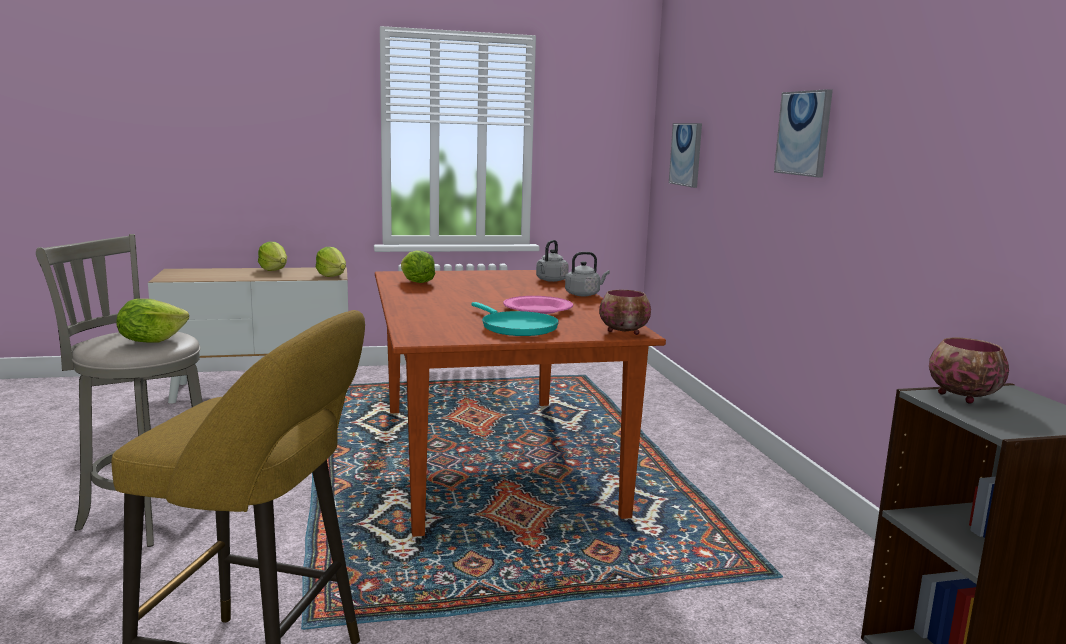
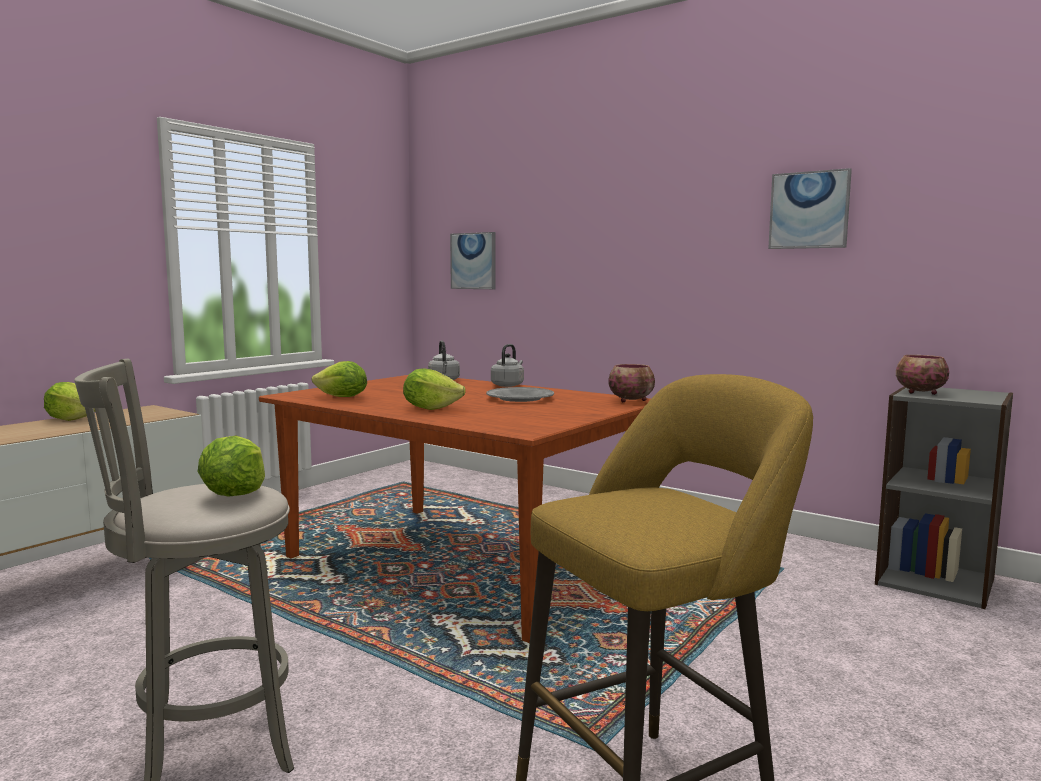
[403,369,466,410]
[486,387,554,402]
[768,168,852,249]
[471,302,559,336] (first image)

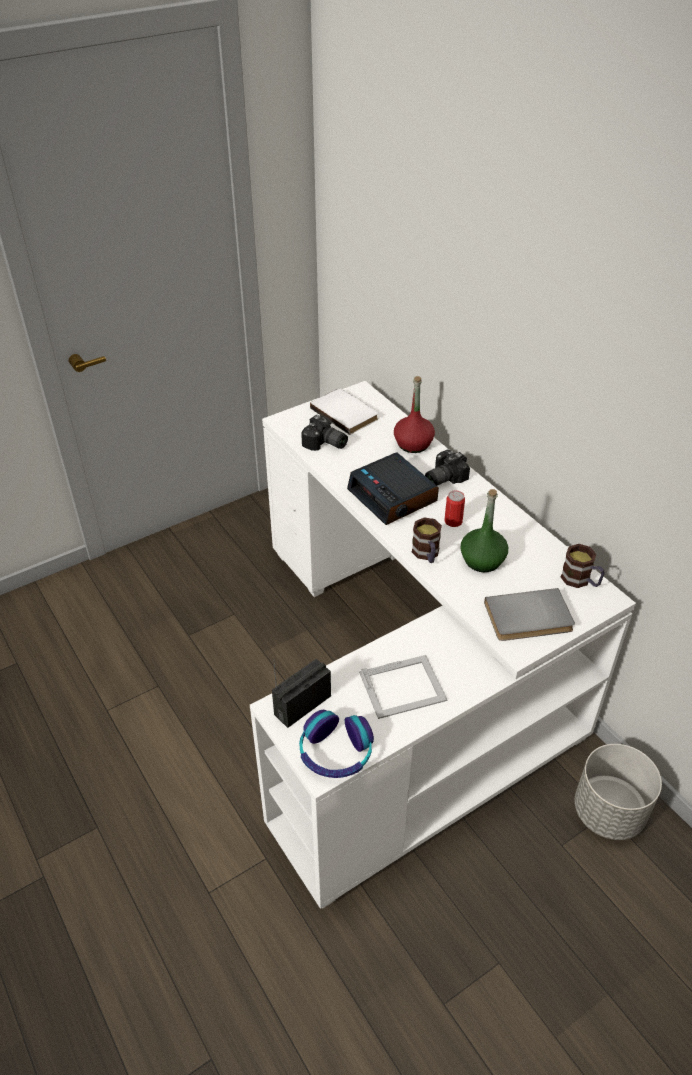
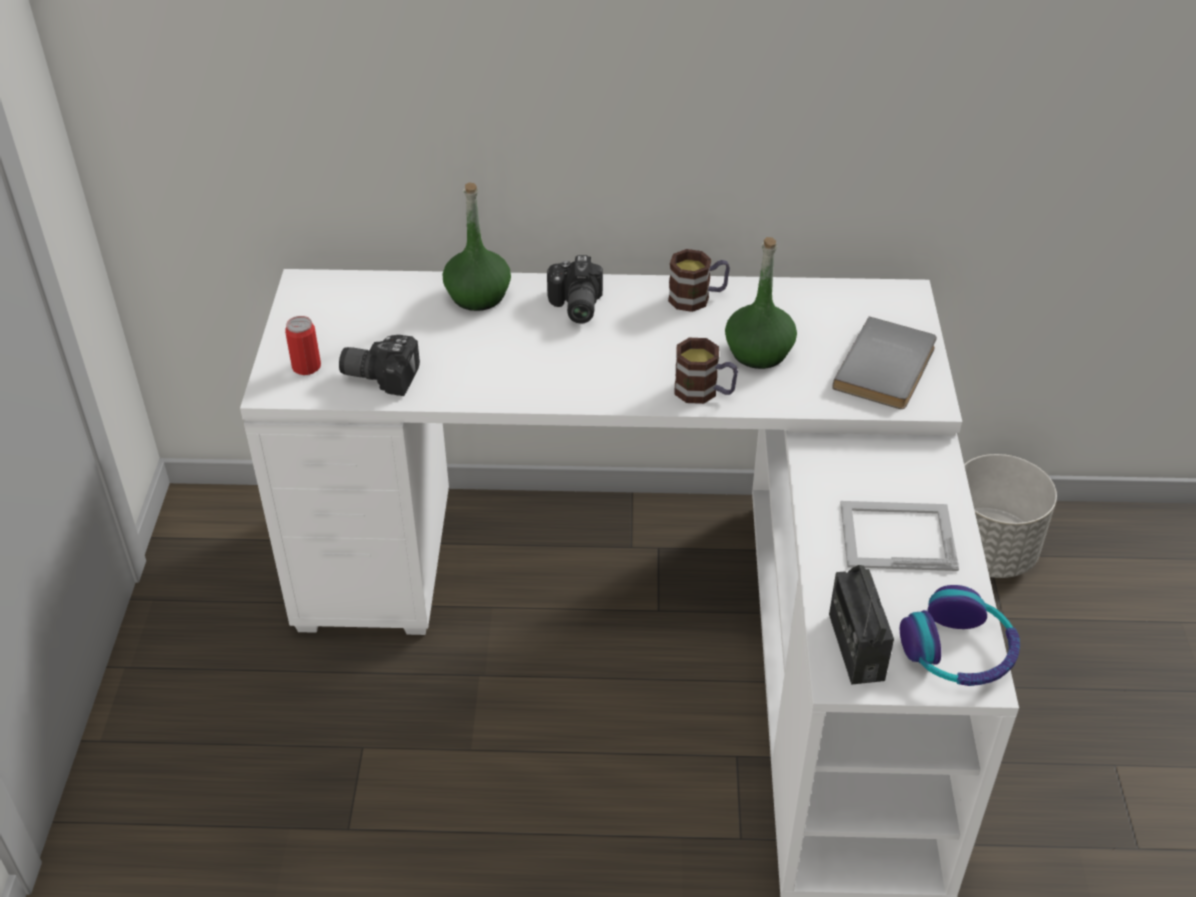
[285,316,321,375]
[339,335,420,396]
[443,182,511,311]
[668,249,730,312]
[840,501,959,571]
[310,388,378,435] (first image)
[347,453,439,525] (first image)

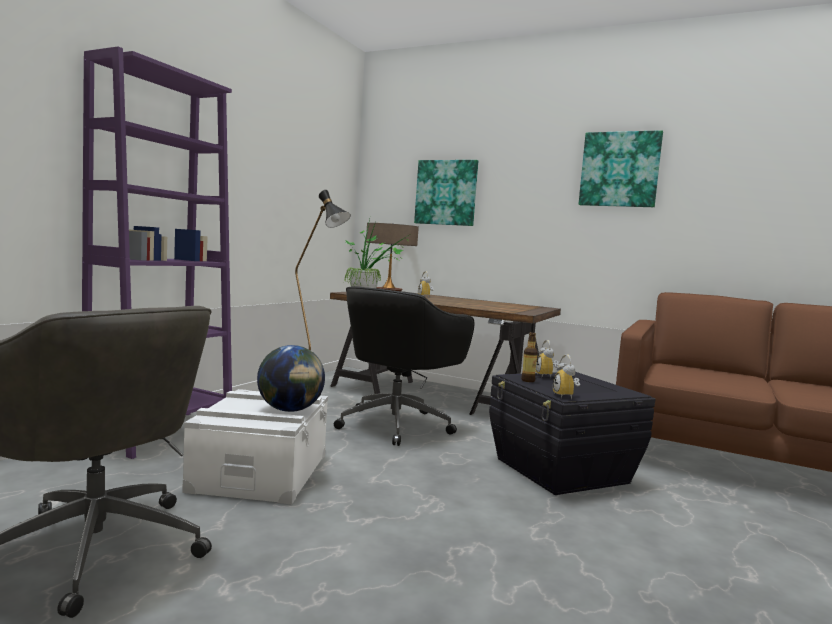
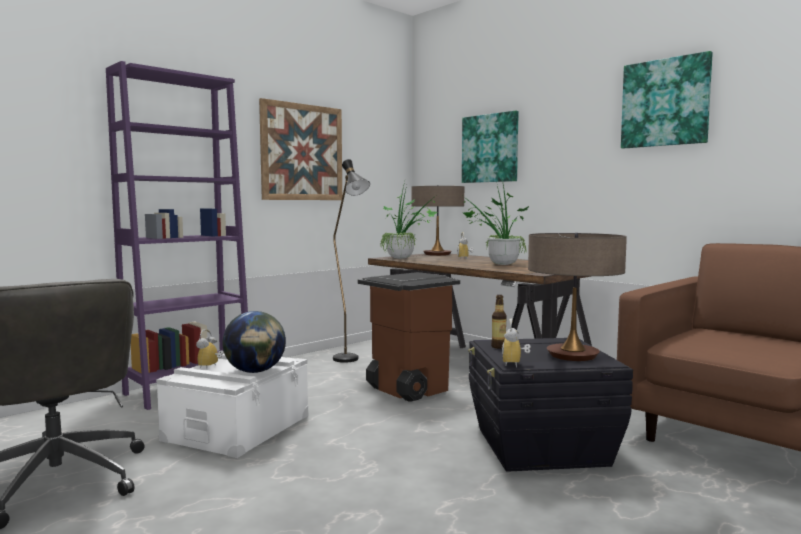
[196,329,224,369]
[259,98,342,200]
[358,272,460,402]
[463,179,529,265]
[528,233,627,361]

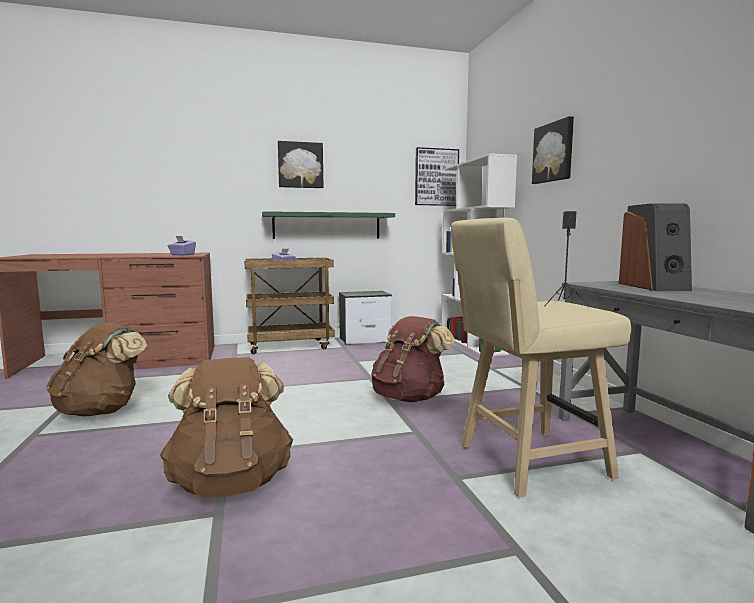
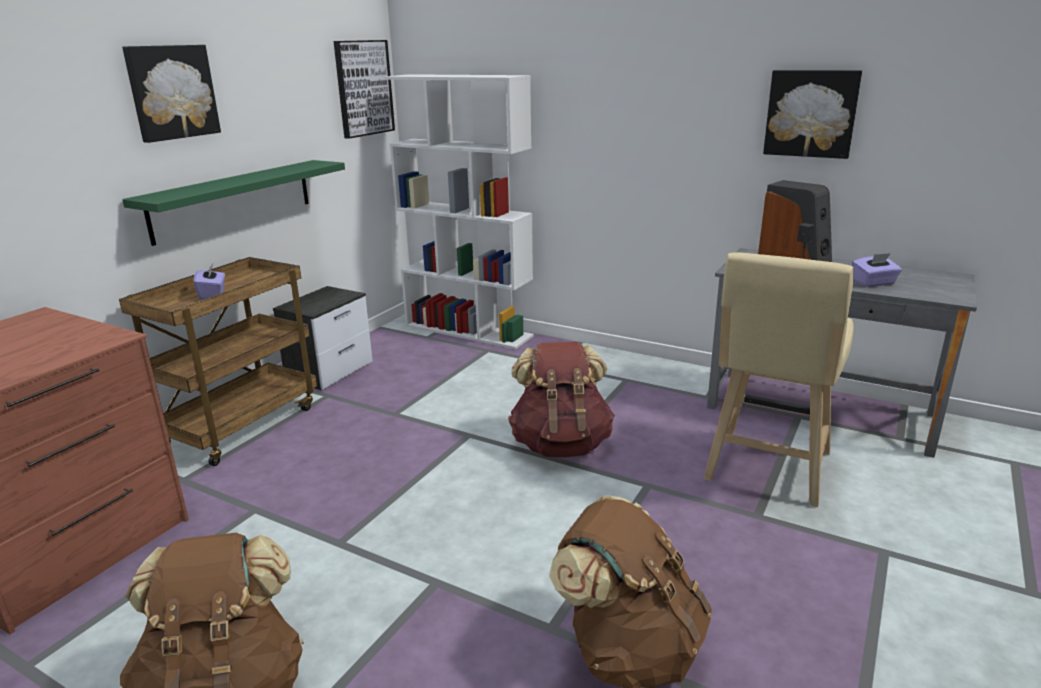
[763,70,862,159]
[852,253,902,287]

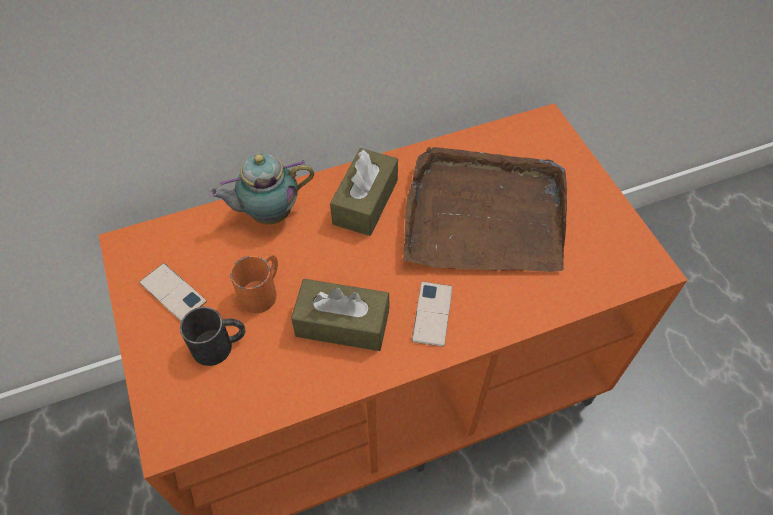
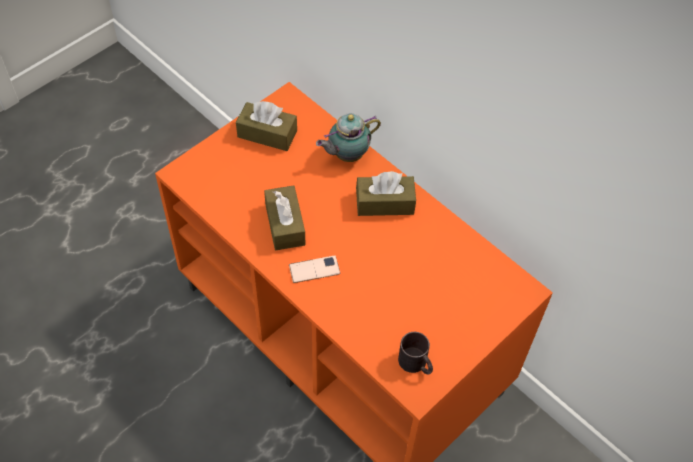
[236,101,297,151]
[316,113,381,162]
[398,332,433,375]
[230,254,278,313] (first image)
[403,147,567,272] (first image)

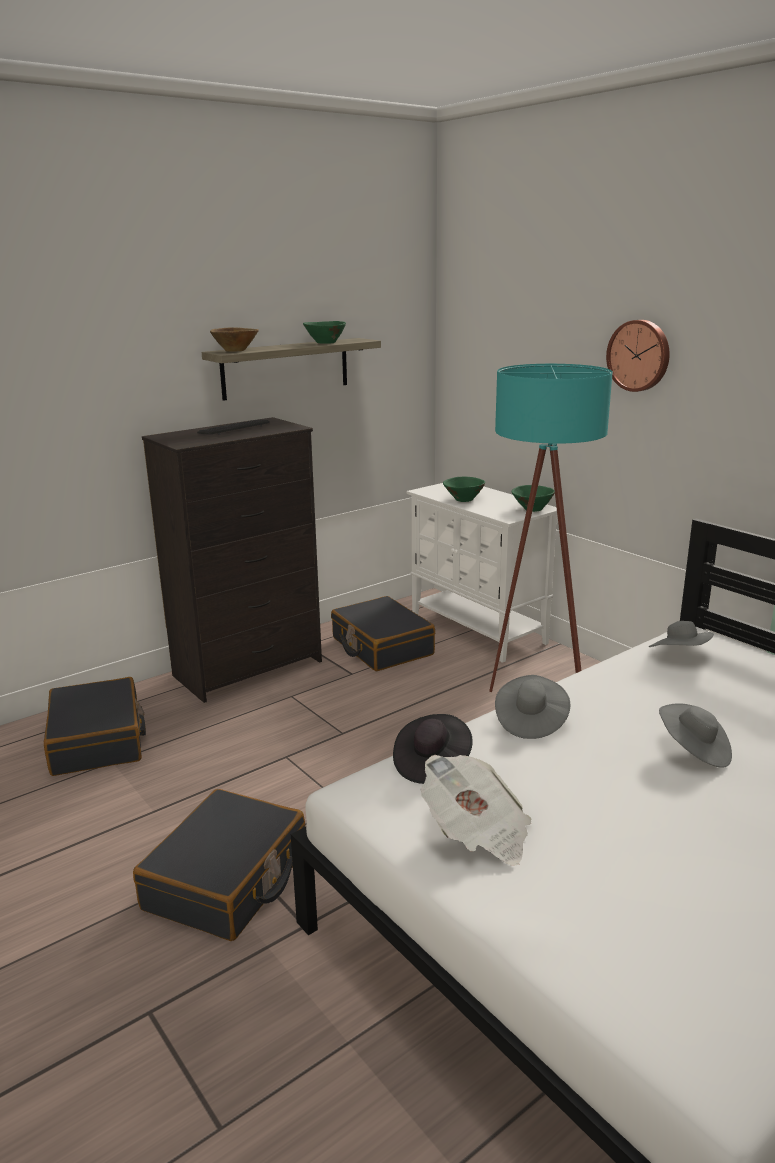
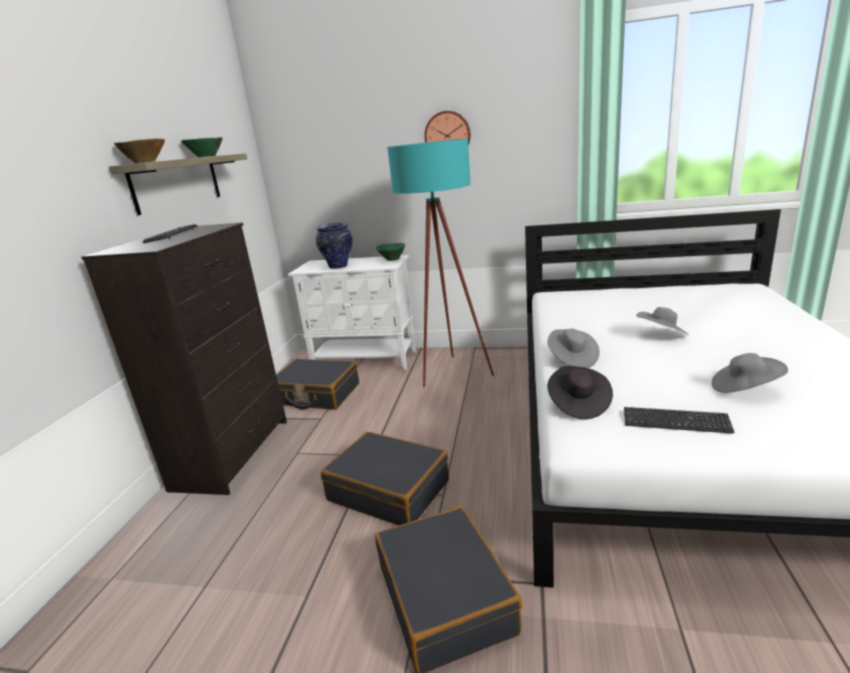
[316,223,353,269]
[321,432,449,526]
[624,407,734,434]
[712,353,788,393]

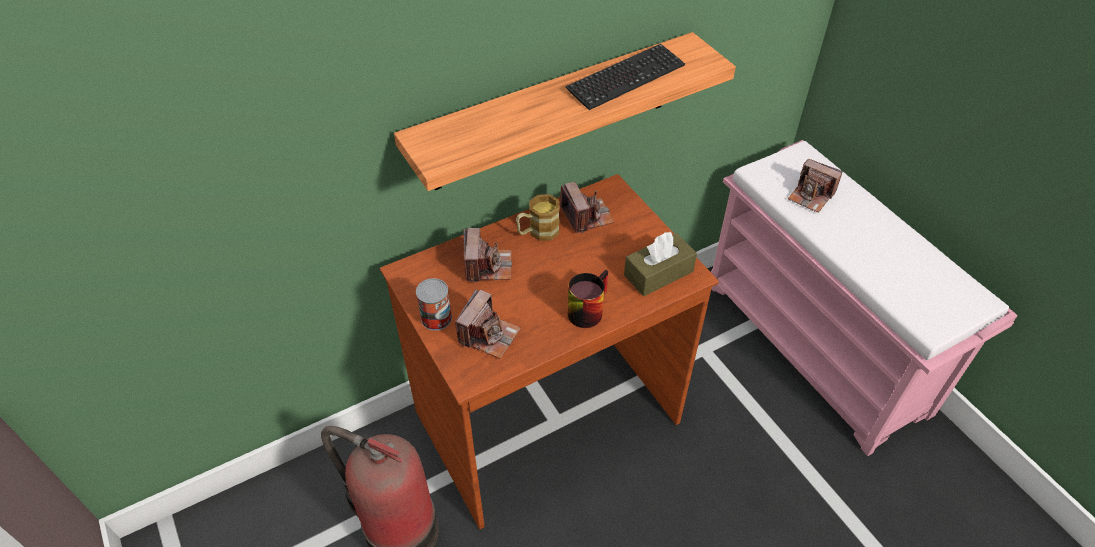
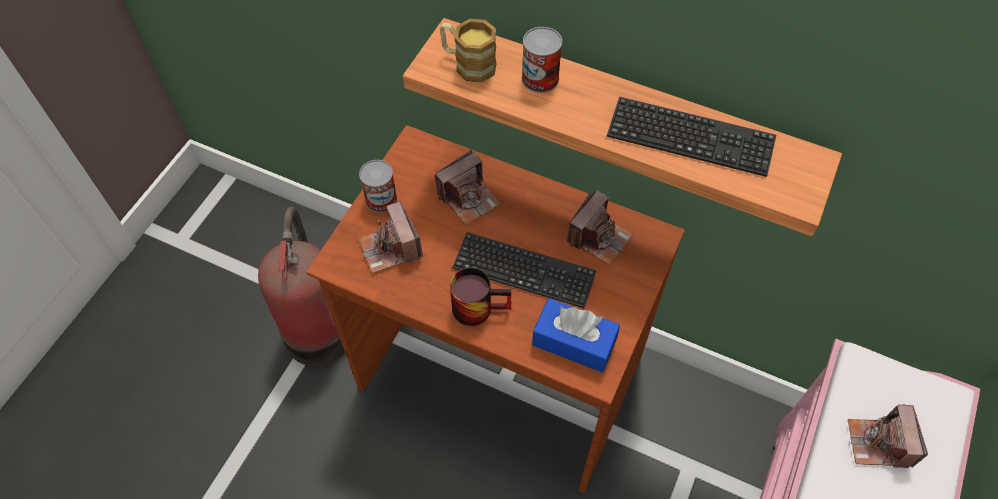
[359,201,423,274]
[440,19,496,83]
[452,232,597,308]
[522,27,562,93]
[532,298,620,373]

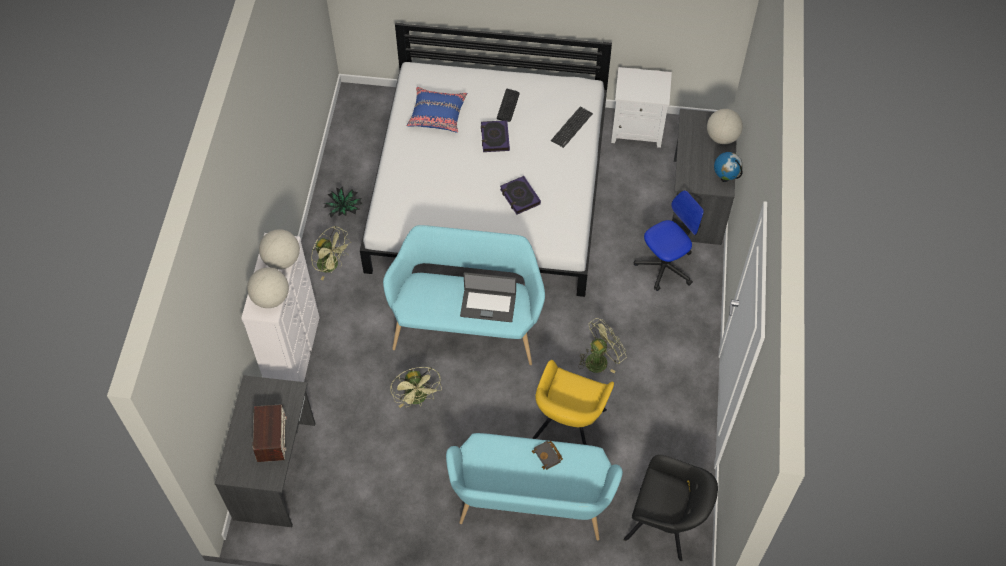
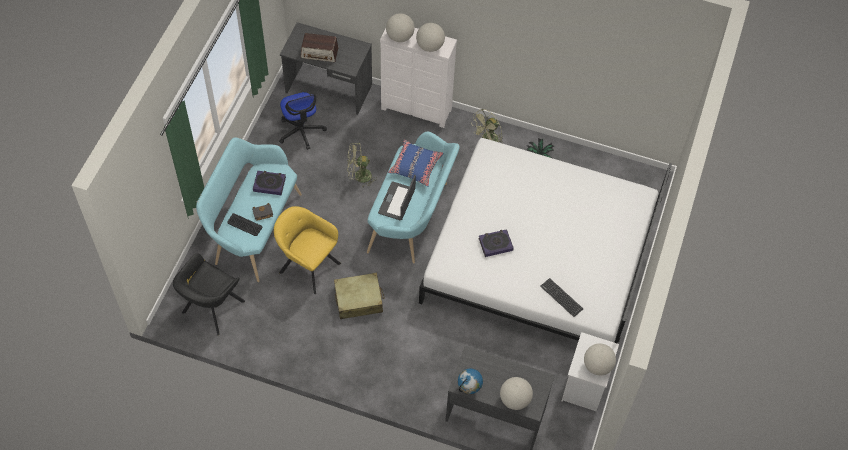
[227,213,263,236]
[253,171,286,195]
[279,92,327,150]
[334,273,385,319]
[388,140,444,187]
[584,343,616,375]

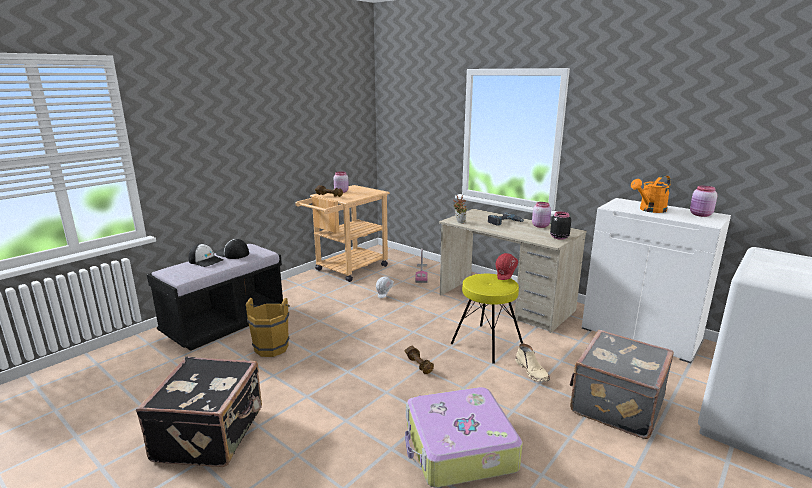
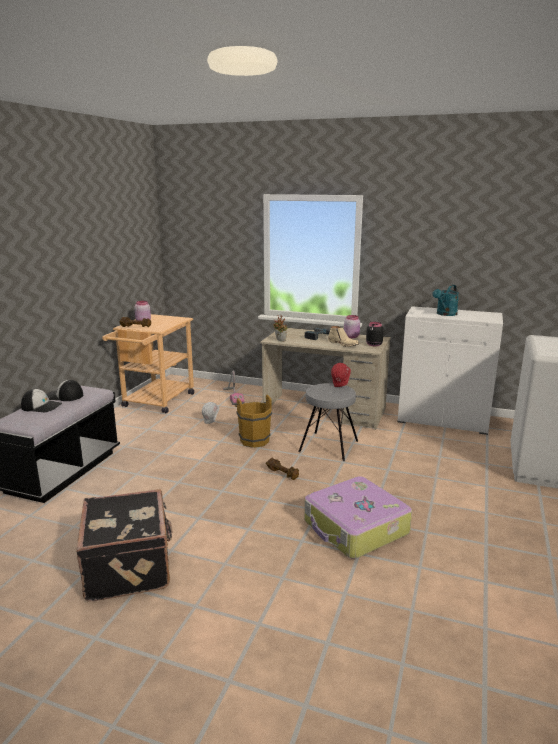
[235,394,272,448]
[298,383,358,461]
[328,326,359,347]
[432,285,459,316]
[570,330,674,439] (first image)
[690,186,717,217] (first image)

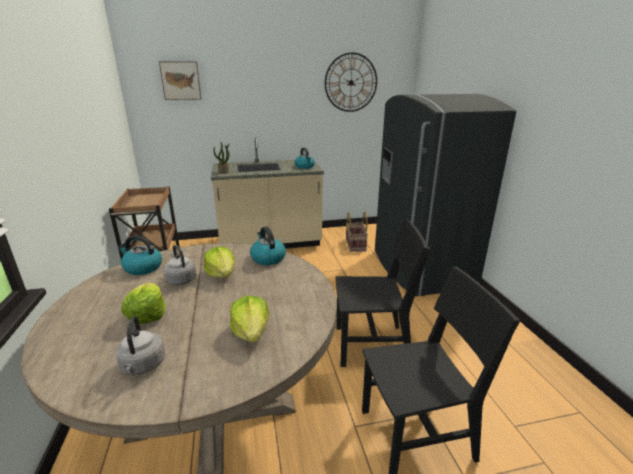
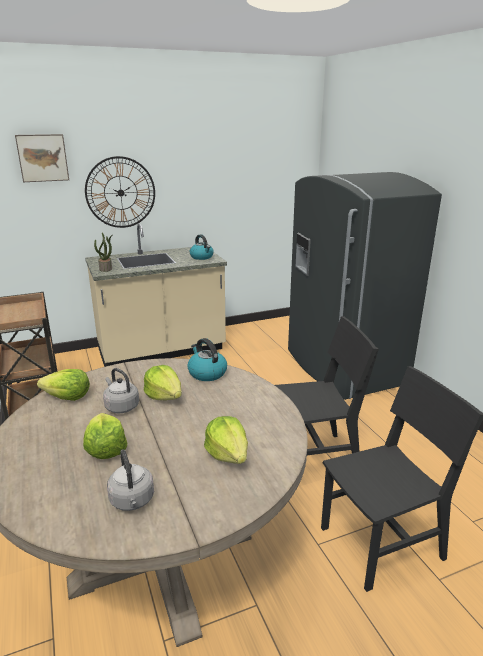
[37,369,90,401]
[85,156,155,228]
[346,211,368,252] (first image)

